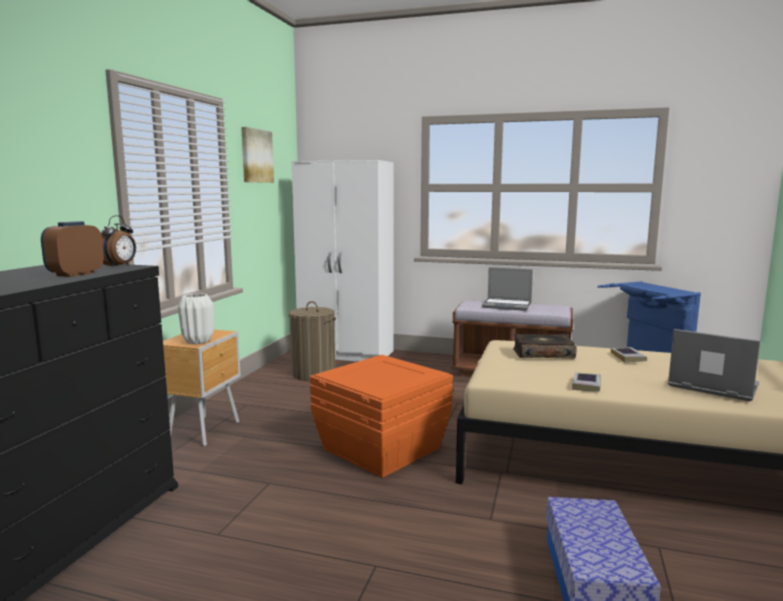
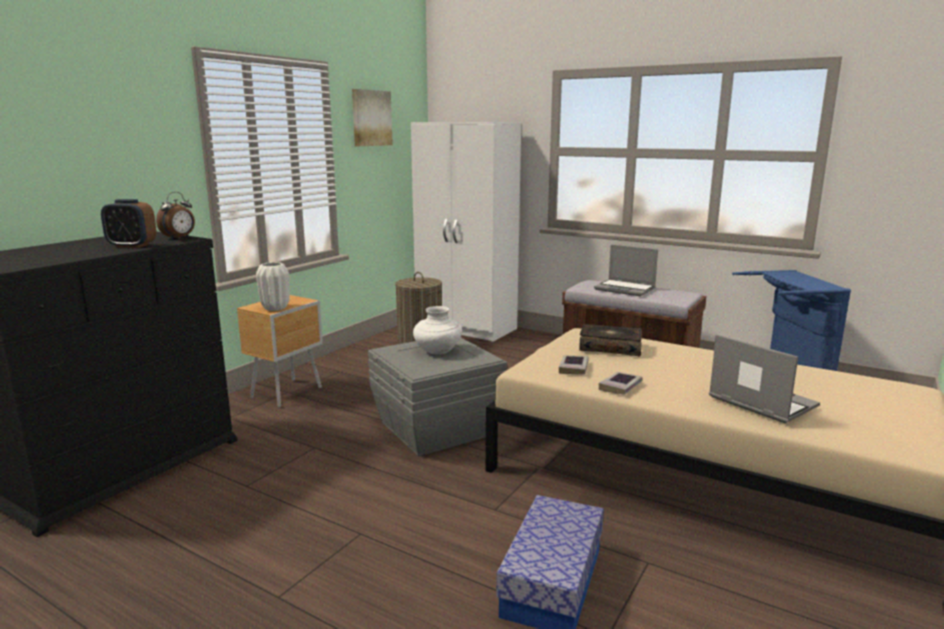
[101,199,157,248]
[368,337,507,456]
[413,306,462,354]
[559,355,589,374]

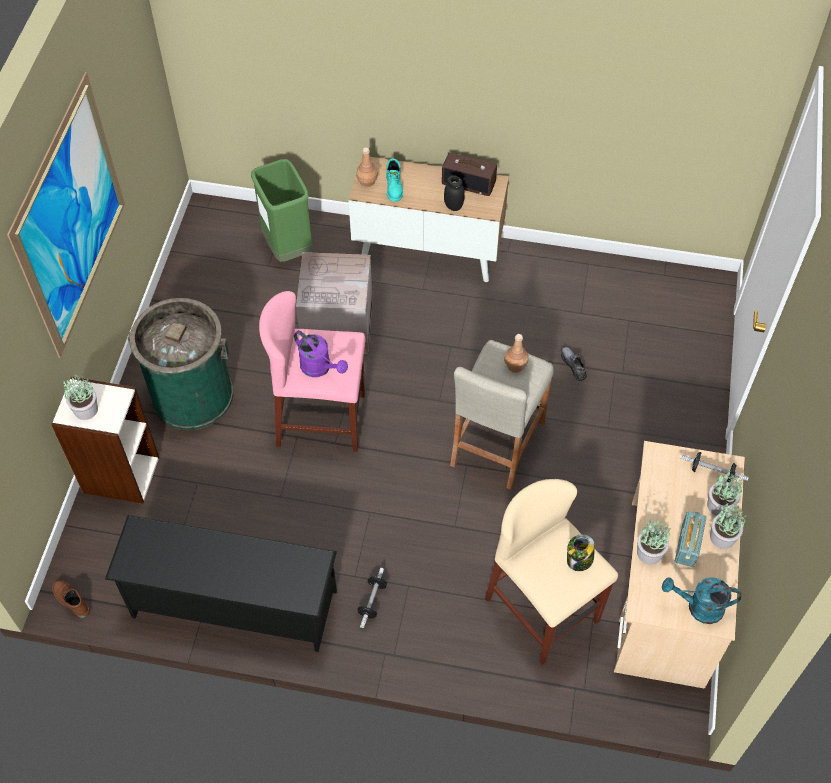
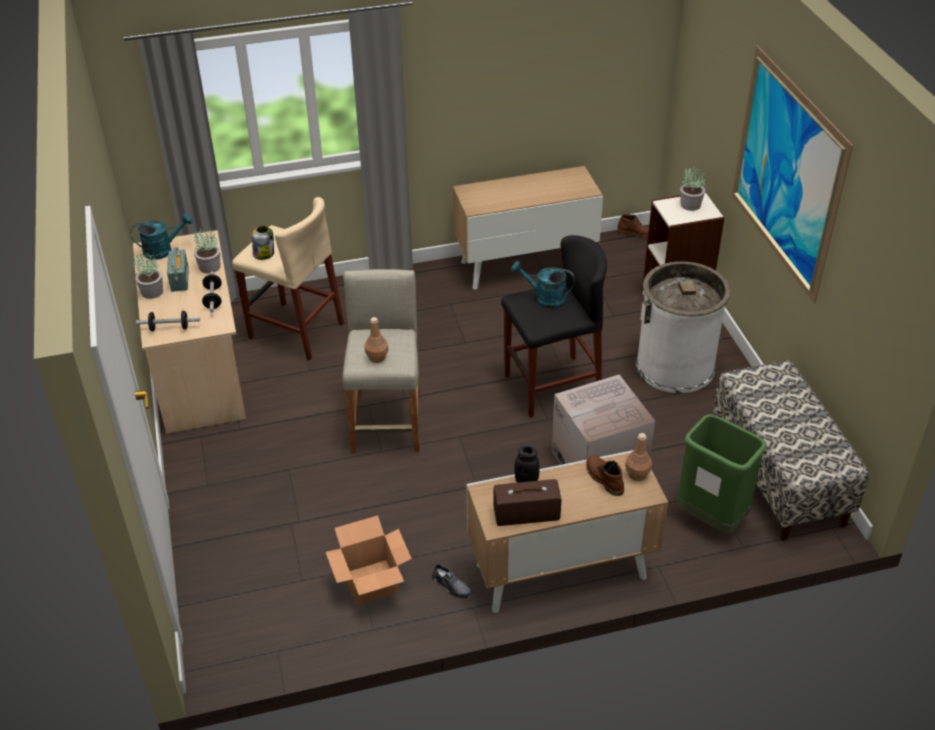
[202,272,221,312]
[326,515,412,605]
[432,563,473,598]
[453,166,603,290]
[501,235,607,418]
[511,261,575,309]
[586,455,624,496]
[636,261,730,393]
[713,360,869,541]
[707,472,743,516] (first image)

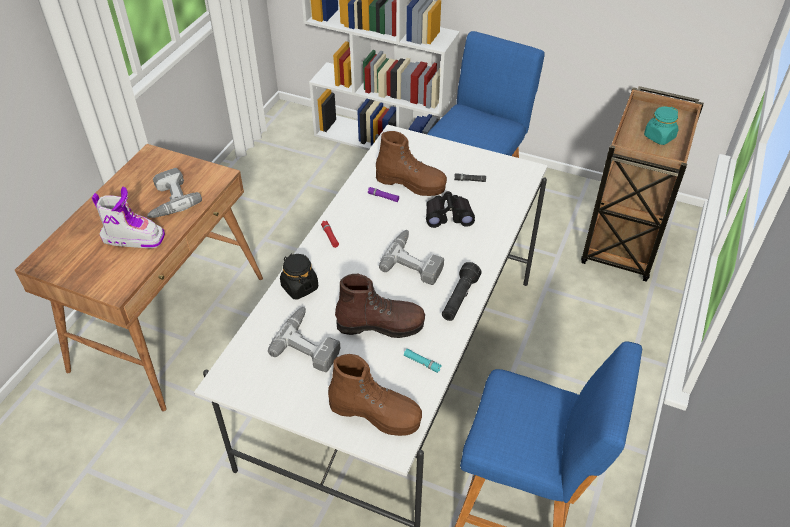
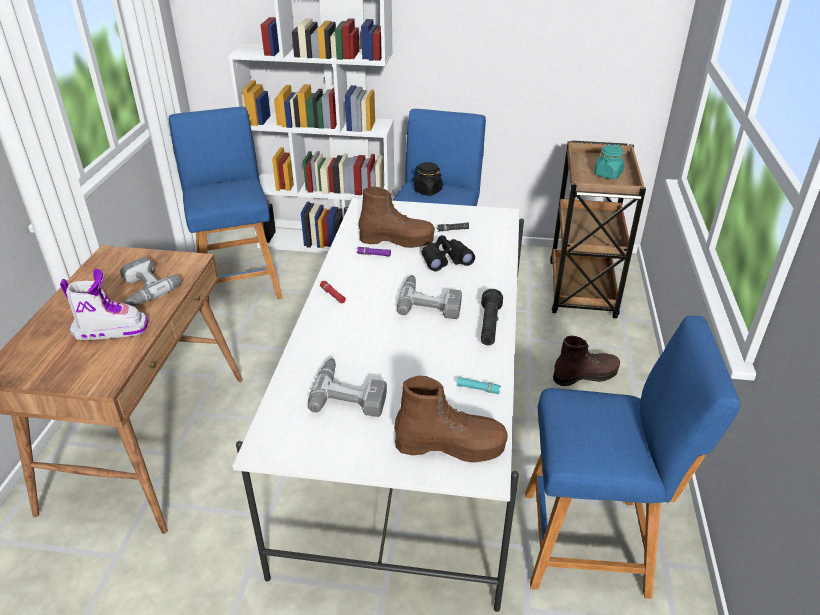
[169,107,283,303]
[414,162,443,196]
[553,335,620,386]

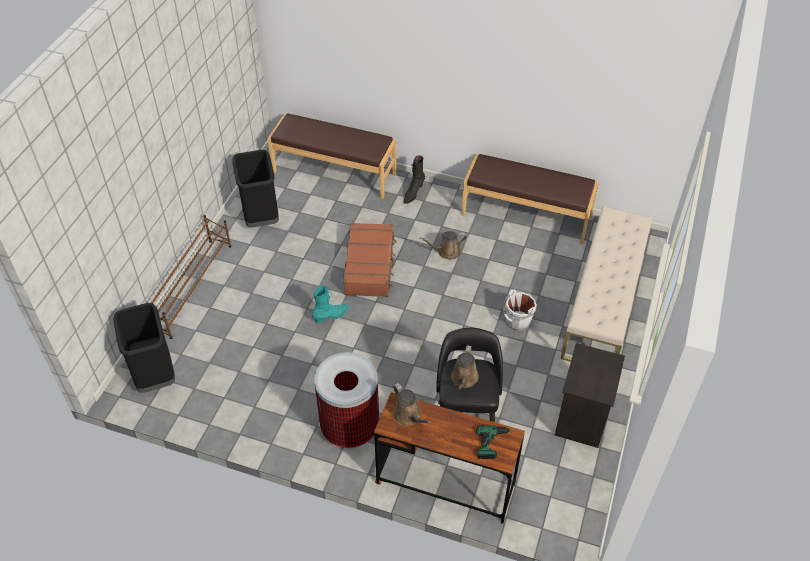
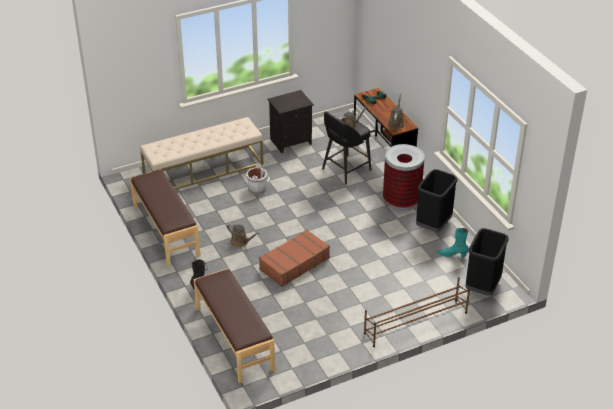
[416,169,458,232]
[437,228,469,257]

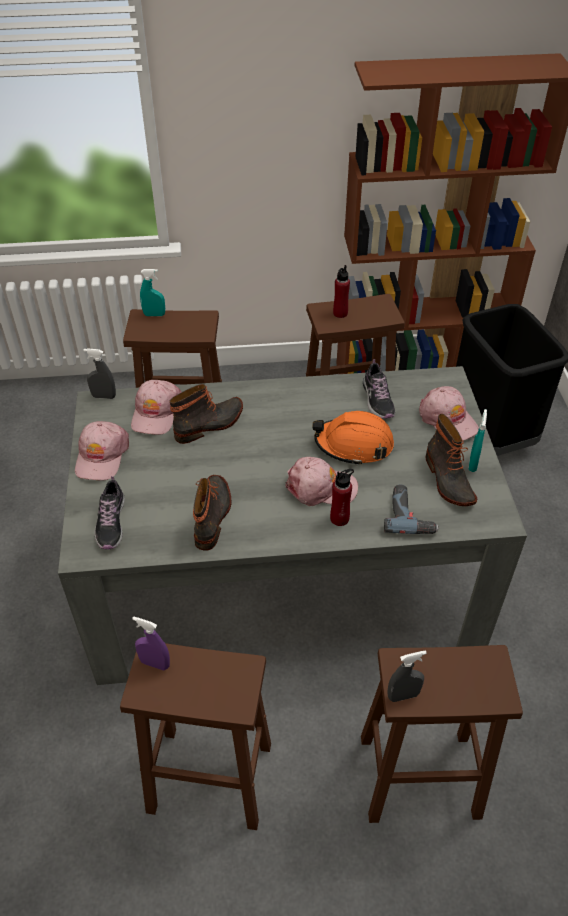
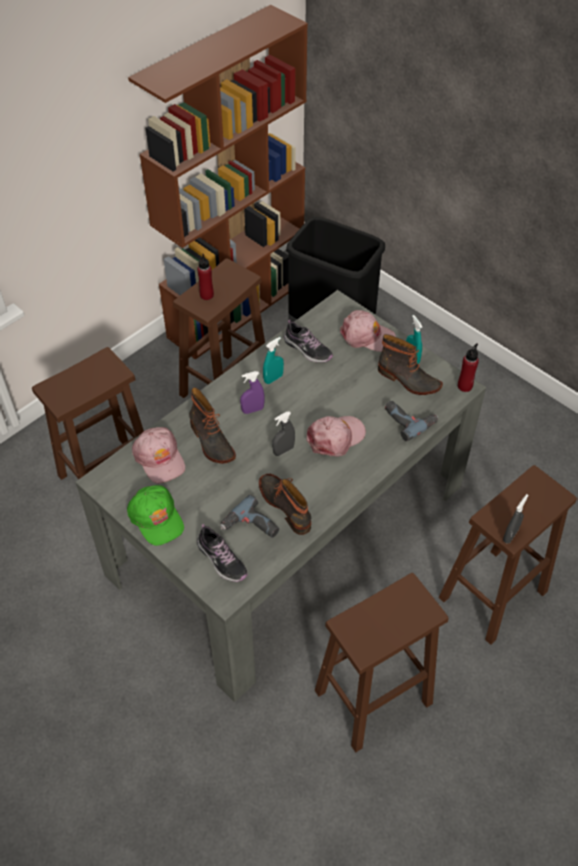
[127,485,184,546]
[189,387,236,464]
[220,495,279,537]
[240,371,265,414]
[263,337,284,384]
[272,411,295,456]
[458,343,479,392]
[312,411,394,466] (first image)

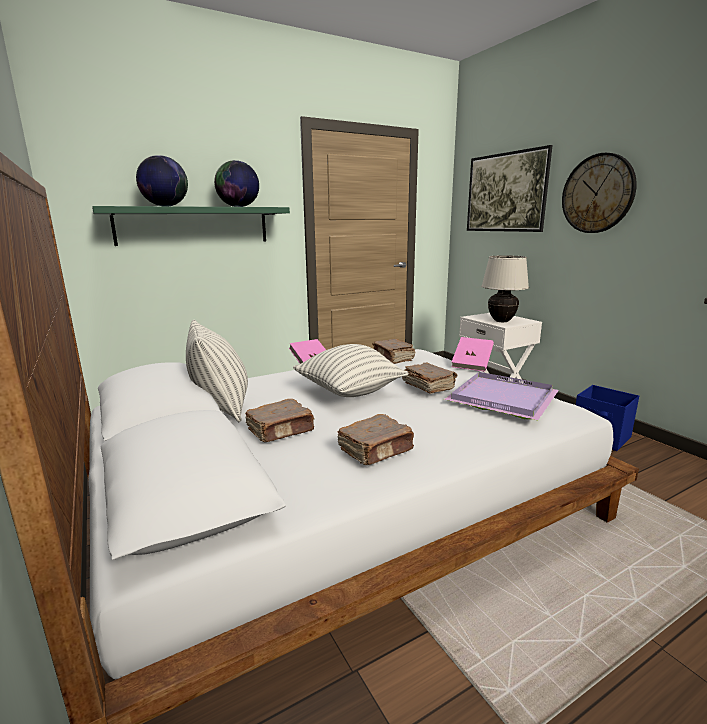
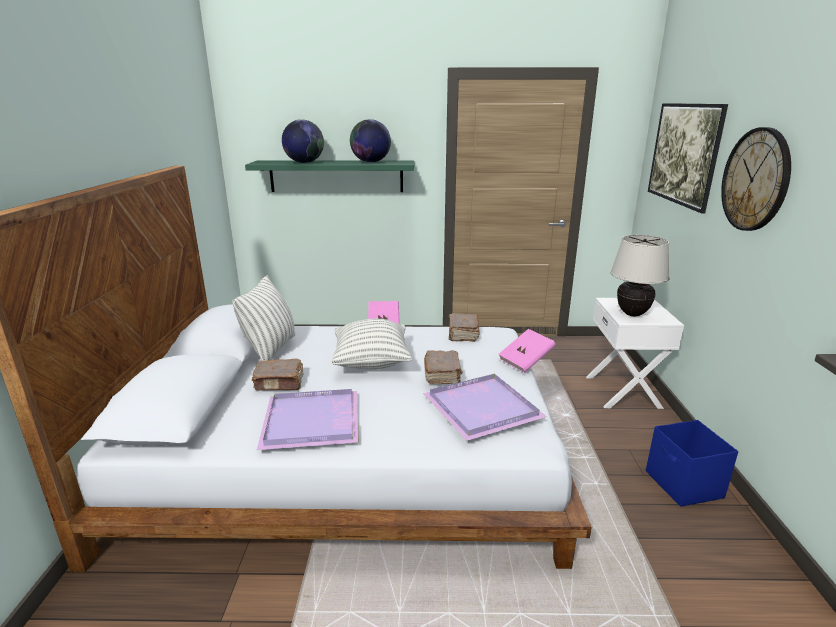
[257,389,359,450]

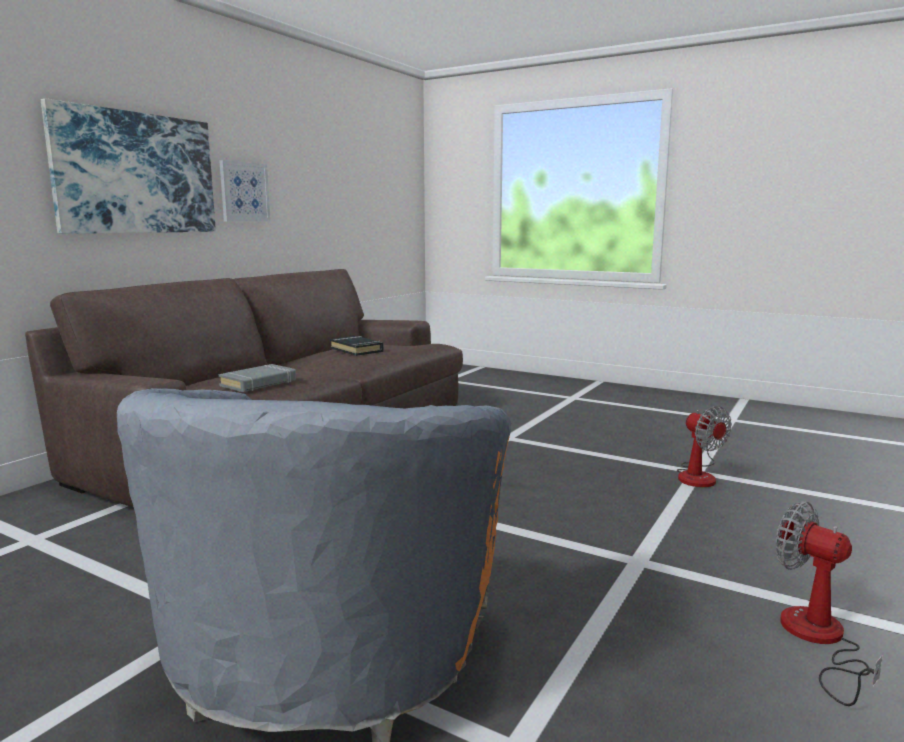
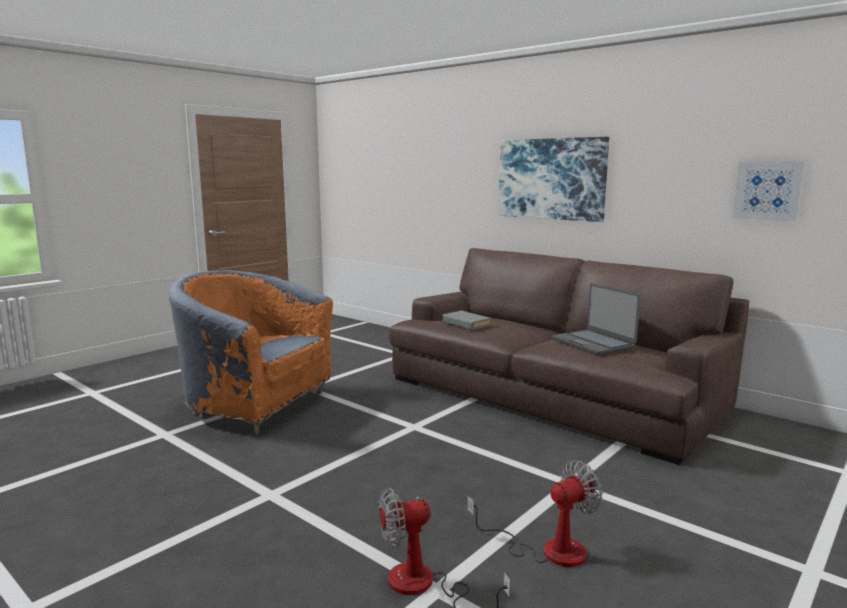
[467,460,603,567]
[552,284,640,355]
[733,162,805,221]

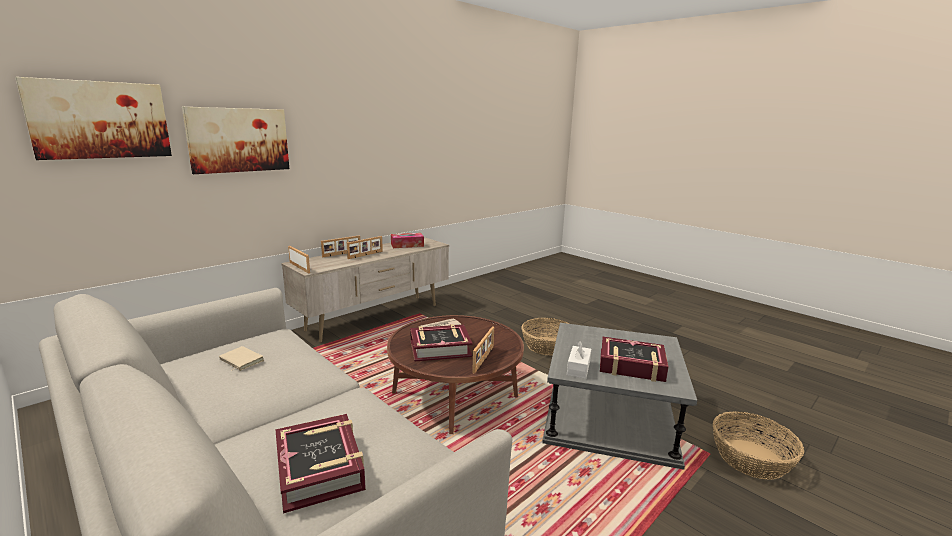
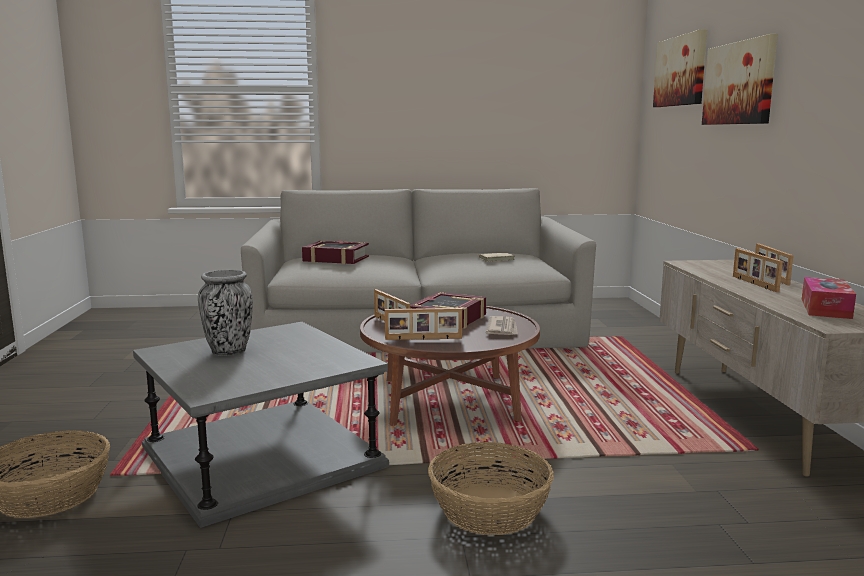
[198,270,253,356]
[385,308,462,340]
[567,340,591,379] (first image)

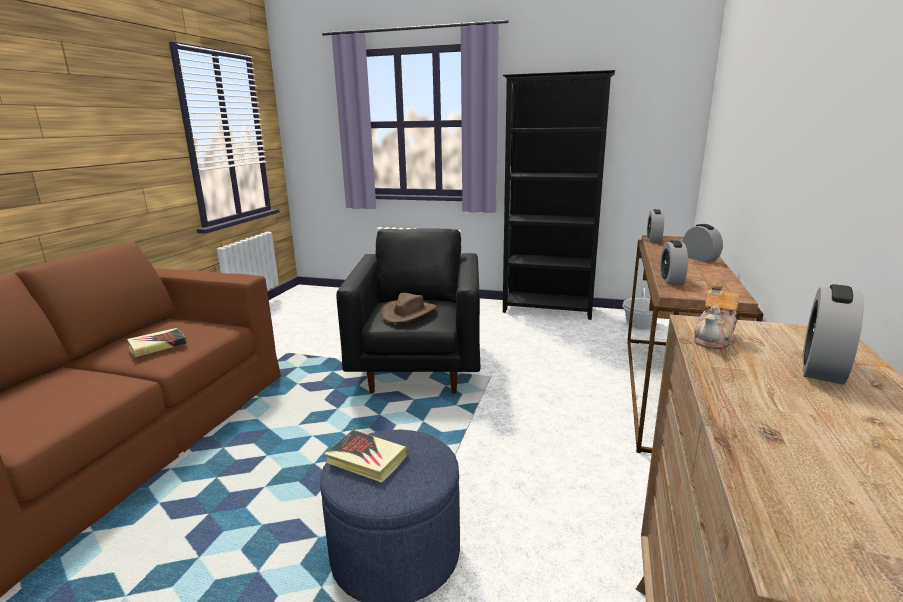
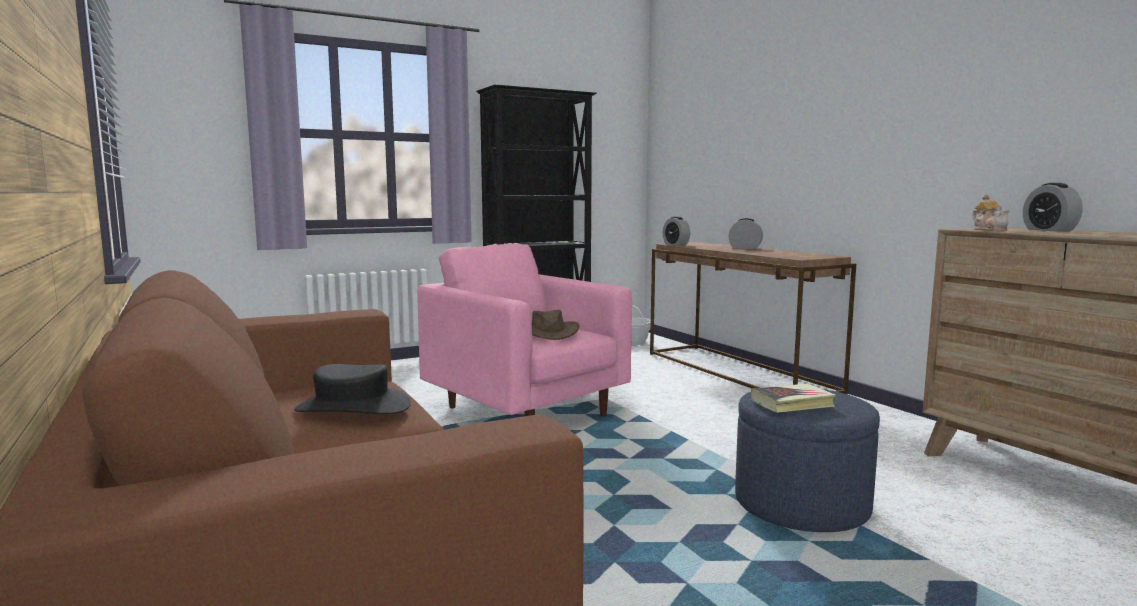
[294,364,411,414]
[417,244,632,416]
[660,240,688,284] (first image)

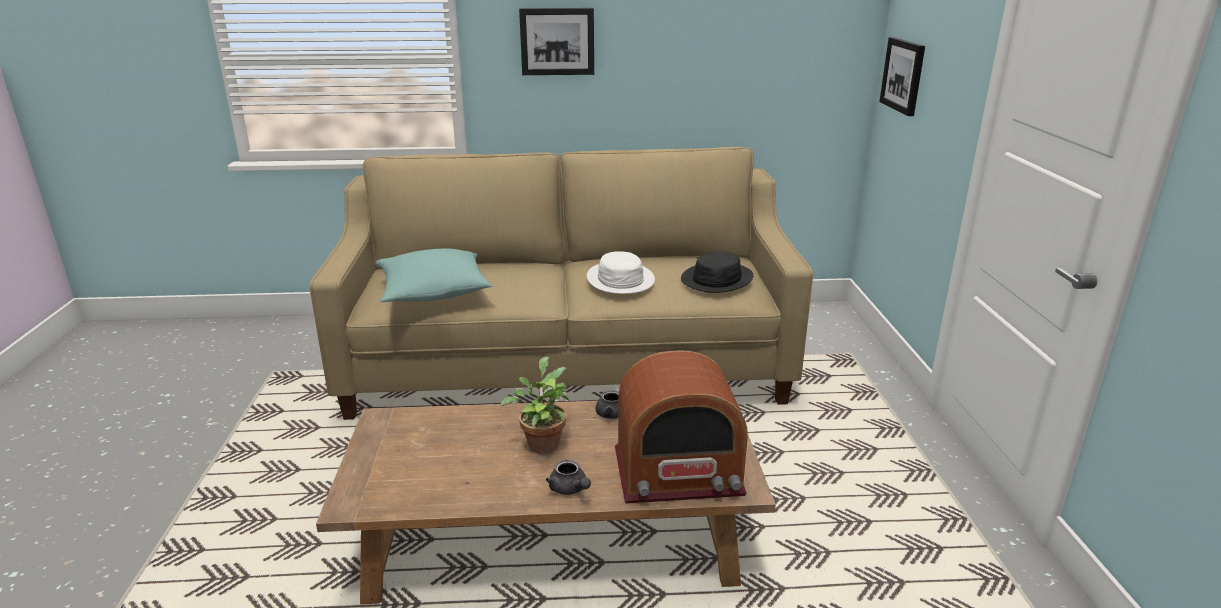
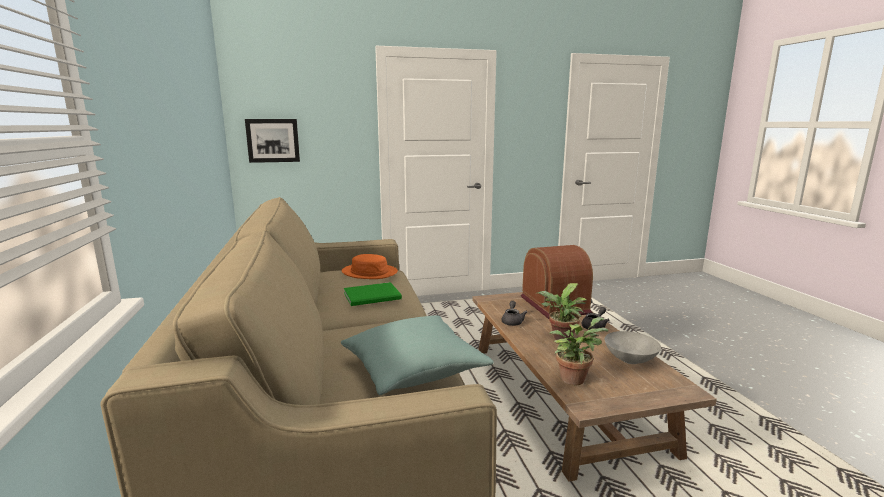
[342,254,398,279]
[344,282,402,306]
[550,317,608,385]
[605,331,661,364]
[519,8,594,75] (first image)

